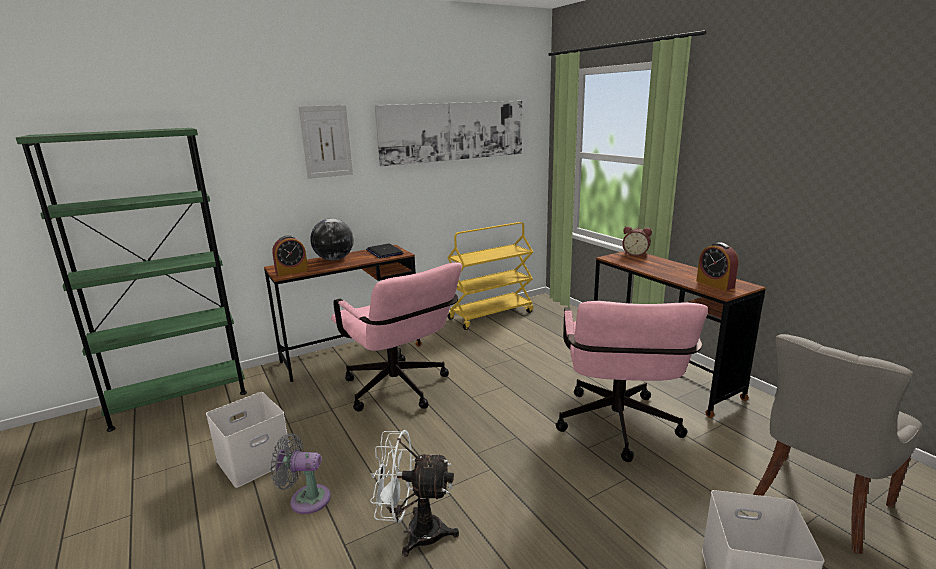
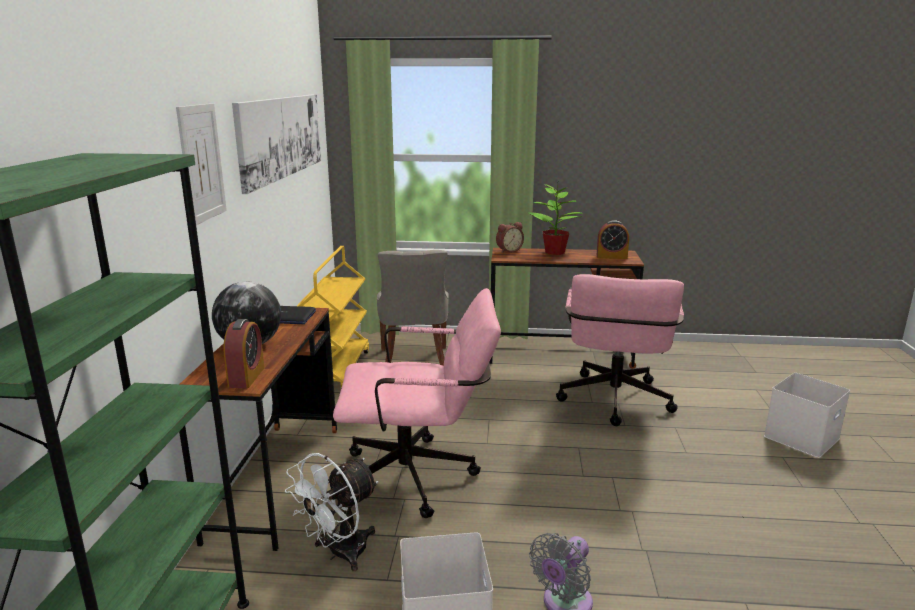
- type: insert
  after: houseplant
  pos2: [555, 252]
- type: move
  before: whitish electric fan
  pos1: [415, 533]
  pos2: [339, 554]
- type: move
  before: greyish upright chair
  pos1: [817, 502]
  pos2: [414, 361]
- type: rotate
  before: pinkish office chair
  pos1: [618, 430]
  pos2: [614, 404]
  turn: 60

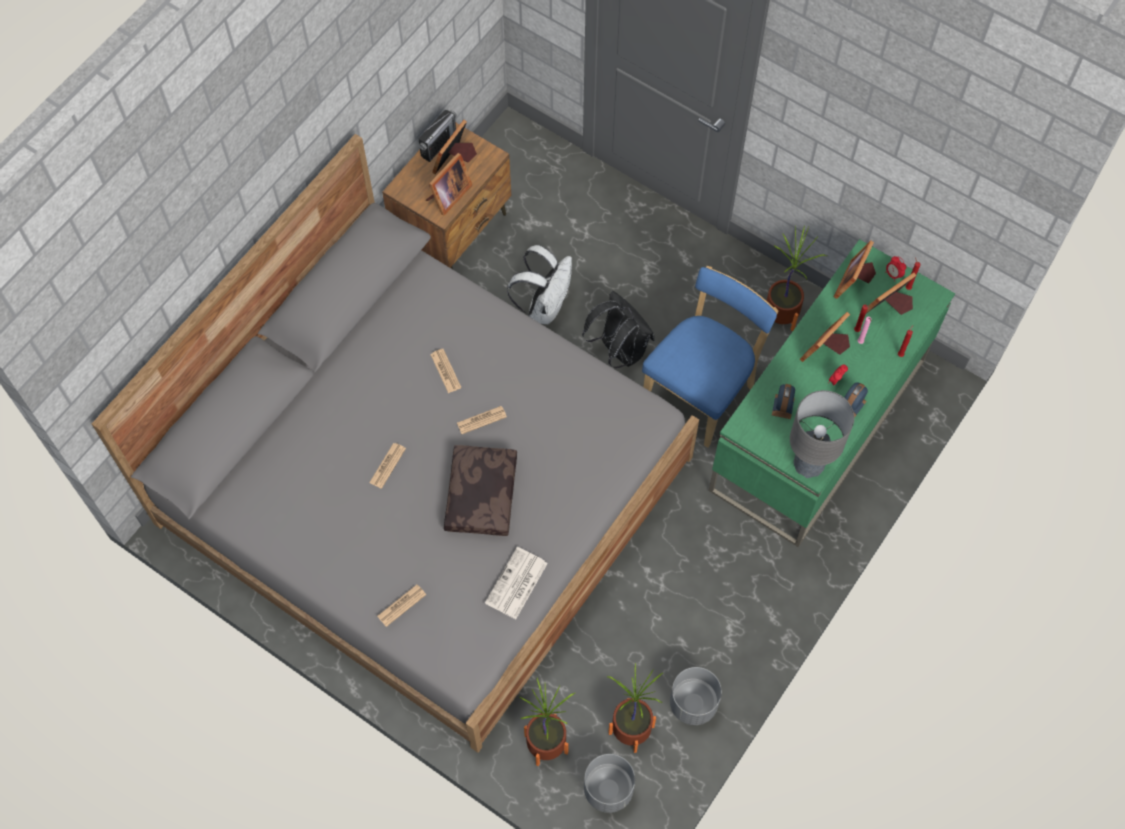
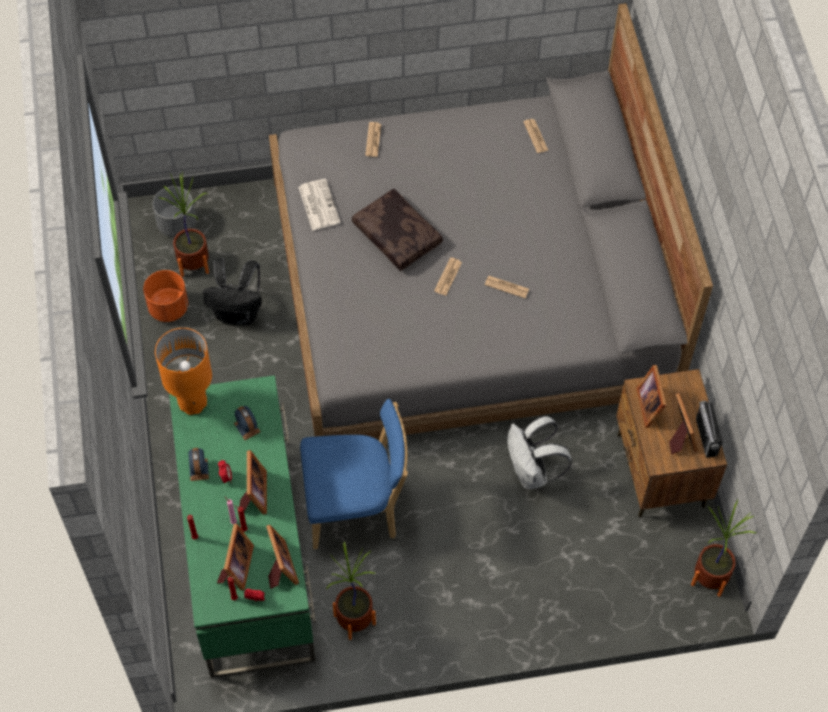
- type: move
  before: daily paper
  pos1: [387, 465]
  pos2: [535, 136]
- type: move
  before: houseplant
  pos1: [546, 744]
  pos2: [710, 578]
- type: move
  before: black-coloured knapsack
  pos1: [619, 350]
  pos2: [238, 313]
- type: recolor
  before: greyish planter
  after: orange planter
  pos1: [693, 703]
  pos2: [168, 307]
- type: recolor
  before: greyish table lamp
  after: orange table lamp
  pos1: [808, 463]
  pos2: [193, 403]
- type: rotate
  before: blue upright chair
  pos1: [702, 391]
  pos2: [356, 508]
  turn: -90

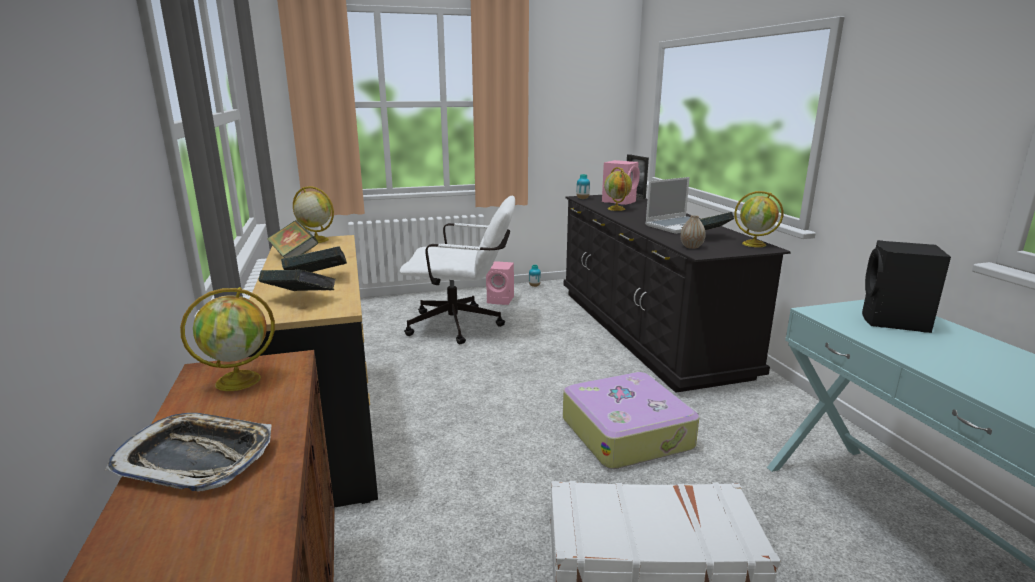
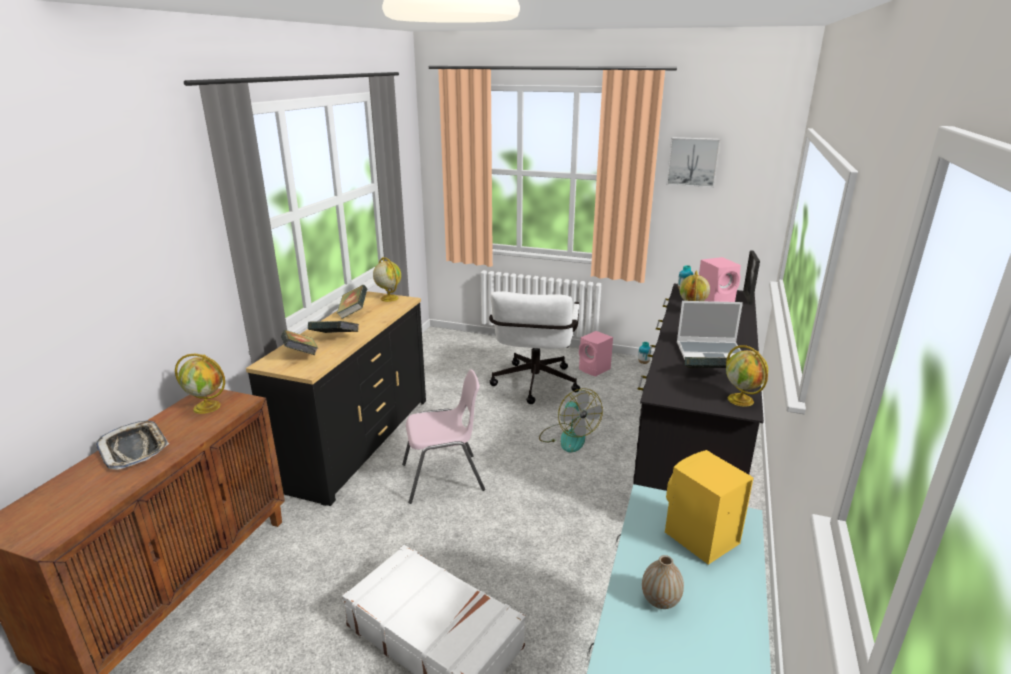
- type: delete
  before: travel case
  pos1: [627, 432]
- type: insert
  after: pinkish upright chair
  pos2: [444, 478]
- type: insert
  after: electric fan
  pos2: [568, 437]
- type: insert
  after: wall picture
  pos2: [692, 162]
- type: move
  before: flower vase
  pos1: [691, 247]
  pos2: [660, 600]
- type: recolor
  before: black-coloured speaker
  after: yellow speaker
  pos1: [894, 322]
  pos2: [699, 538]
- type: rotate
  before: whitish office chair
  pos1: [463, 326]
  pos2: [533, 386]
  turn: 60

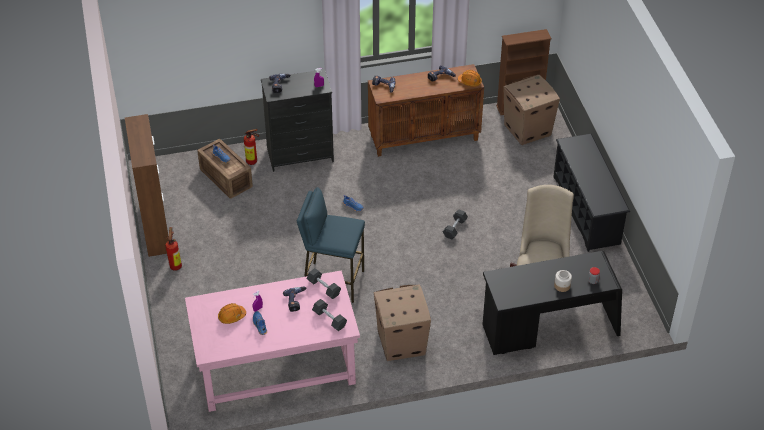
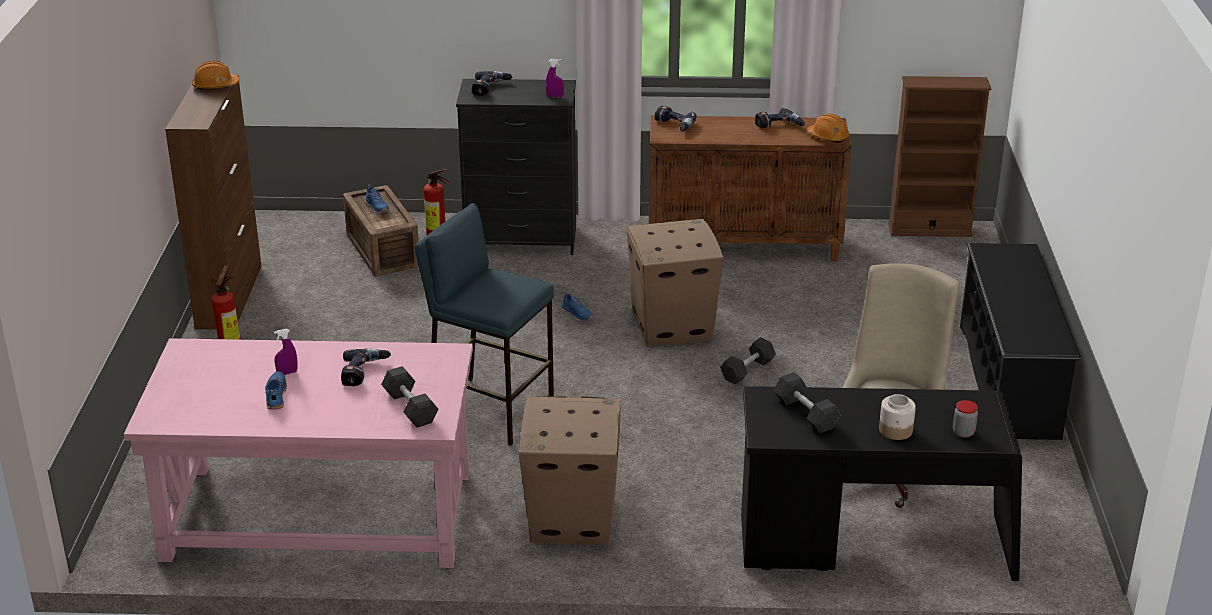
- type: move
  before: orange hard hat
  pos1: [231, 316]
  pos2: [215, 86]
- type: move
  before: black-coloured hand weight
  pos1: [324, 288]
  pos2: [805, 414]
- type: move
  before: packing box
  pos1: [527, 130]
  pos2: [670, 326]

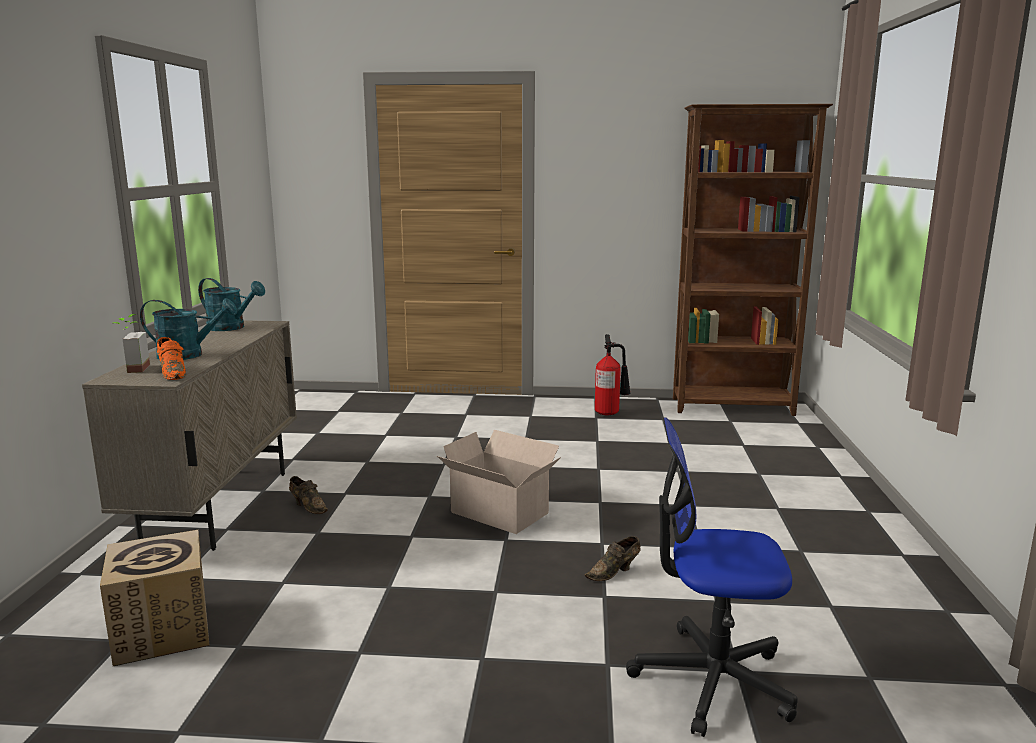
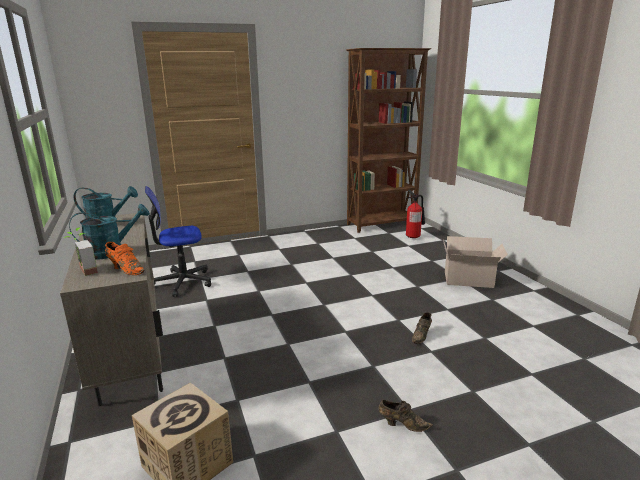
- type: move
  before: brown low shoe
  pos1: [308, 507]
  pos2: [402, 424]
- type: move
  before: packing box
  pos1: [501, 514]
  pos2: [470, 280]
- type: move
  before: fire-fighting cylinder
  pos1: [610, 413]
  pos2: [414, 236]
- type: move
  before: office chair
  pos1: [711, 680]
  pos2: [182, 282]

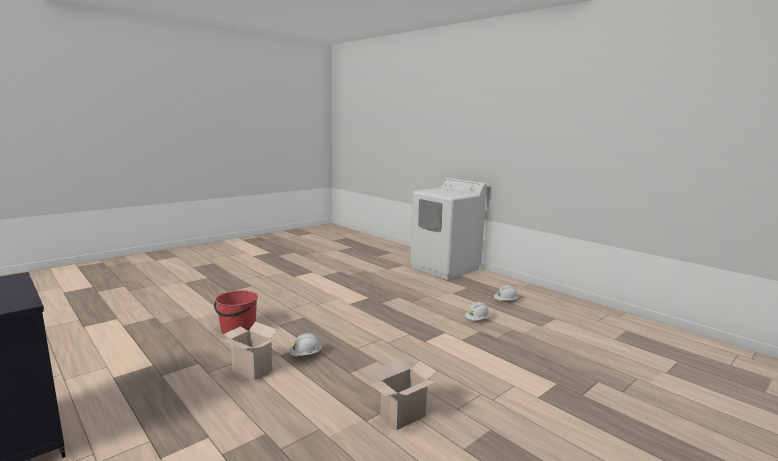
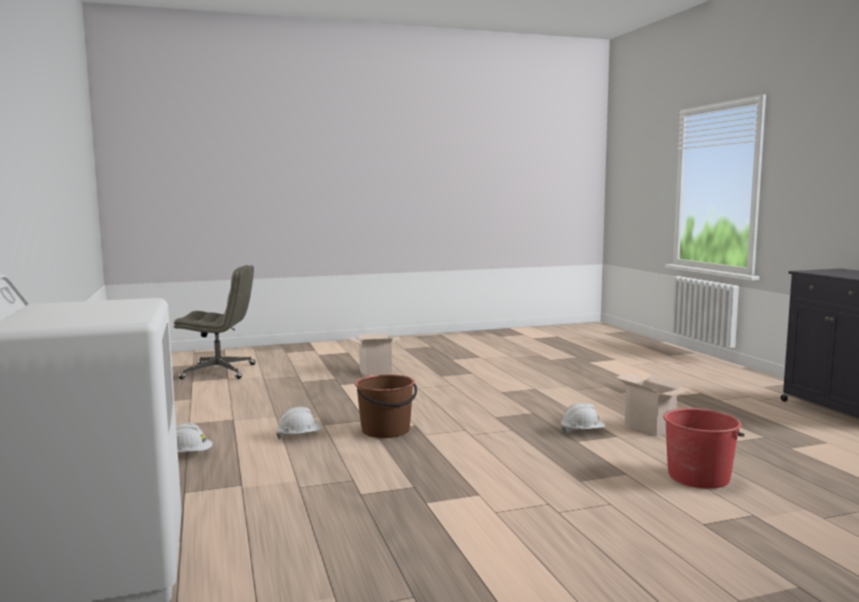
- type: insert
  after: greyish office chair
  pos2: [220, 371]
- type: insert
  after: brown bucket
  pos2: [386, 430]
- type: move
  before: packing box
  pos1: [402, 417]
  pos2: [376, 371]

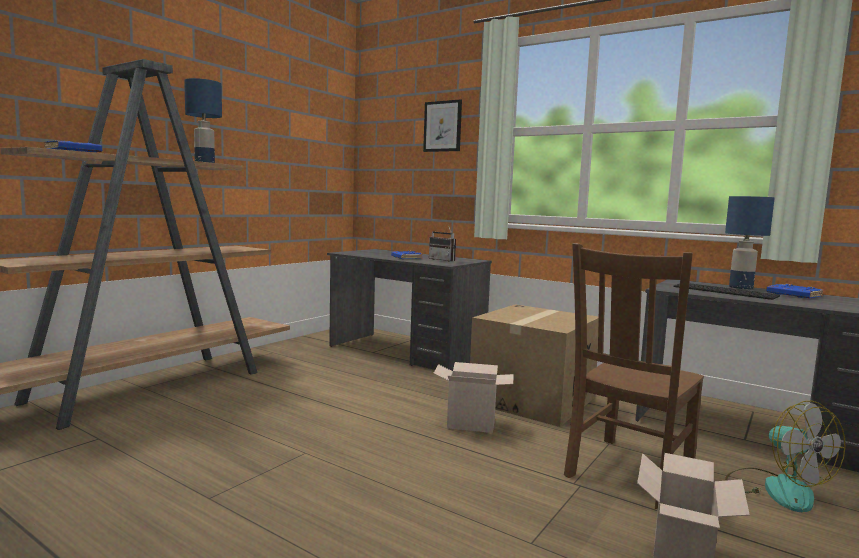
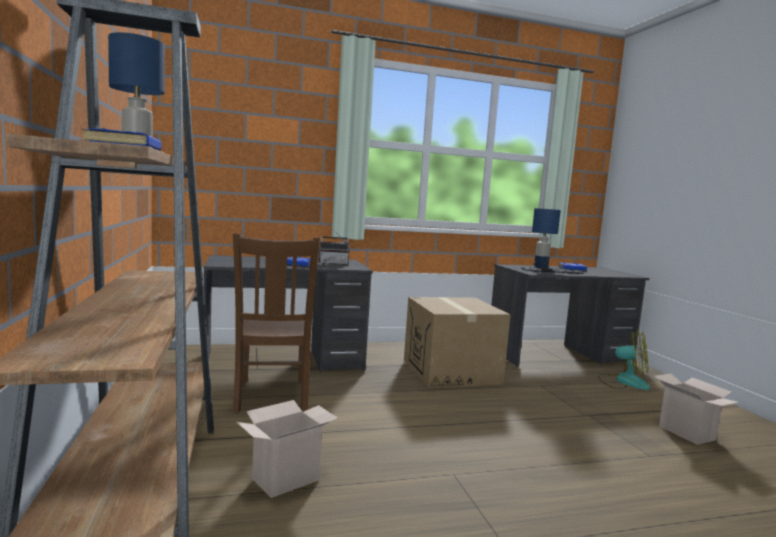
- type: delete
  before: wall picture
  pos1: [442, 126]
- type: move
  before: packing box
  pos1: [472, 423]
  pos2: [286, 478]
- type: move
  before: brown upright chair
  pos1: [628, 472]
  pos2: [271, 396]

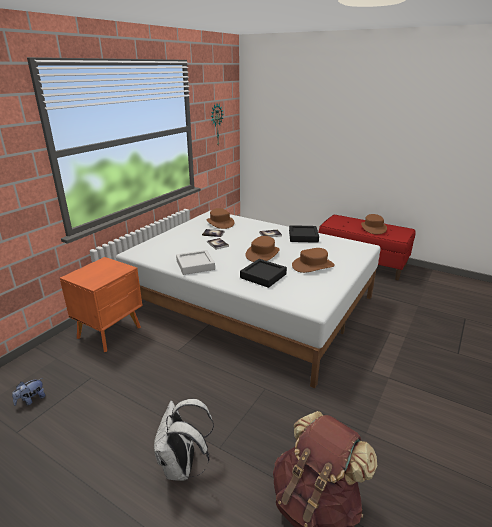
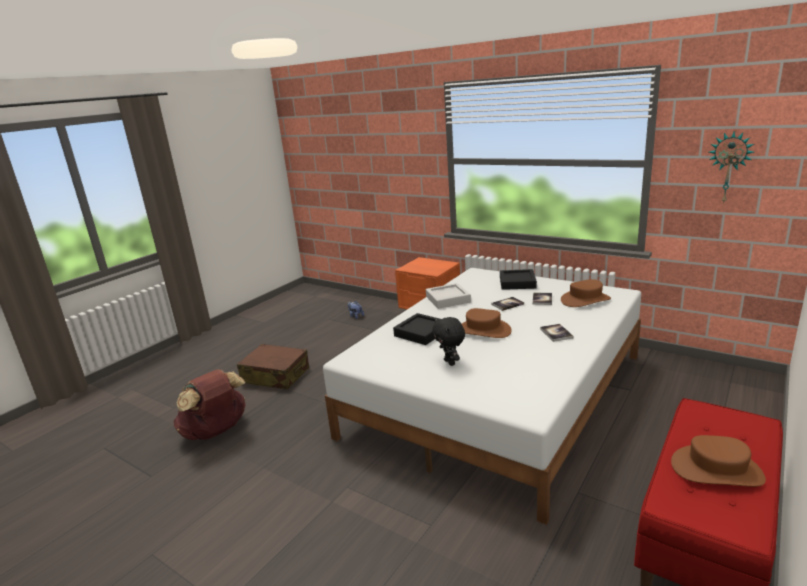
- type: move
  before: black-coloured carrying tray
  pos1: [303, 236]
  pos2: [517, 283]
- type: replace
  before: whitish knapsack
  after: brown travel case
  pos1: [182, 466]
  pos2: [275, 375]
- type: replace
  before: brown wearable hat
  after: black-coloured soft toy
  pos1: [313, 265]
  pos2: [450, 362]

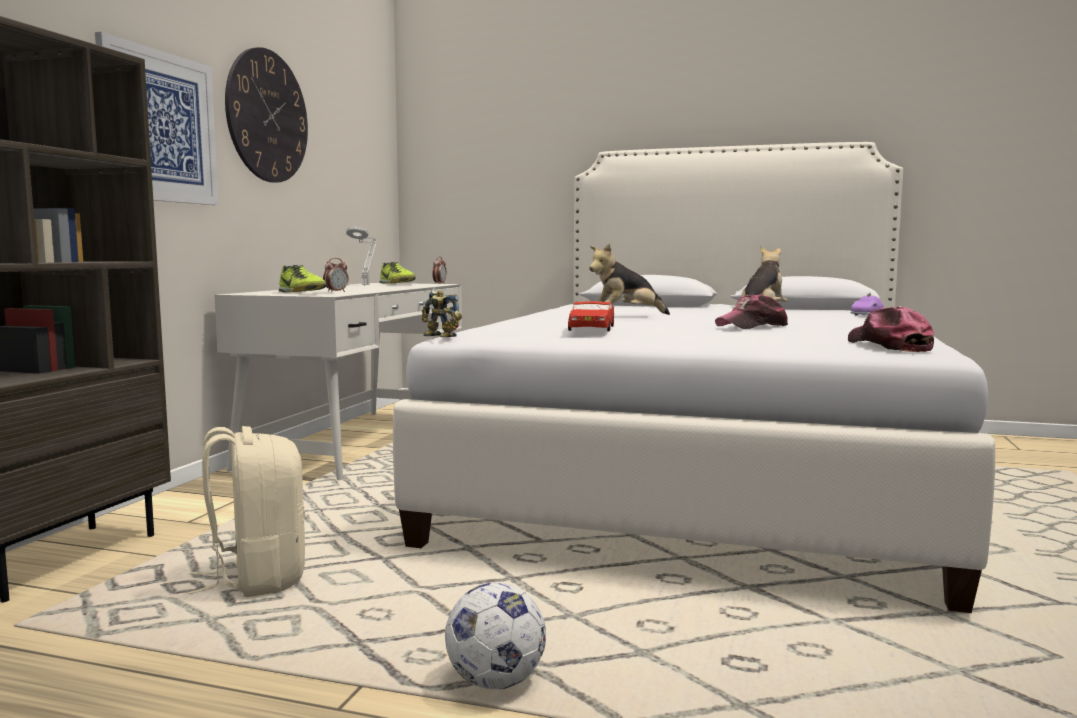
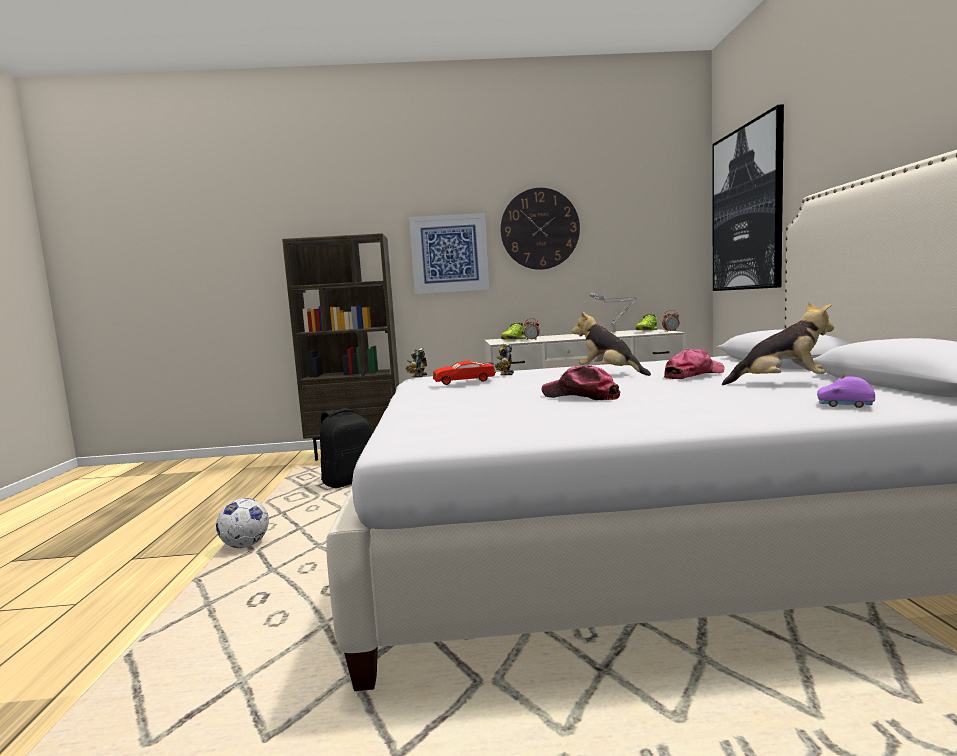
- type: insert
  after: toy robot
  pos2: [505, 374]
- type: insert
  after: wall picture
  pos2: [746, 209]
- type: move
  before: peaked cap
  pos1: [888, 345]
  pos2: [693, 374]
- type: recolor
  before: beige knapsack
  after: black-coloured knapsack
  pos1: [257, 578]
  pos2: [349, 481]

